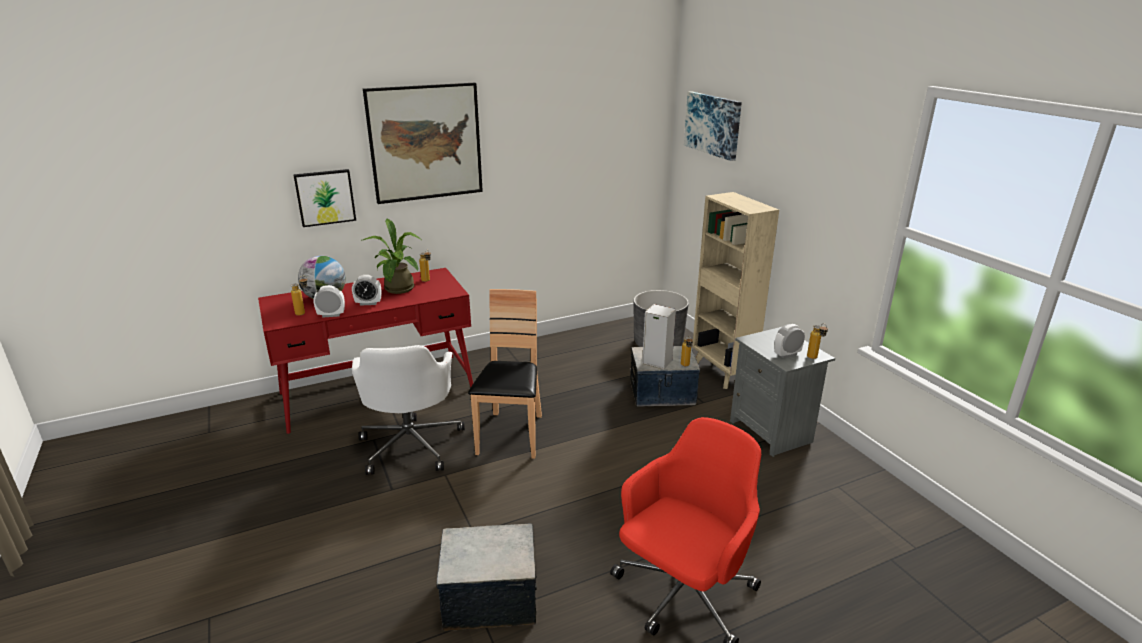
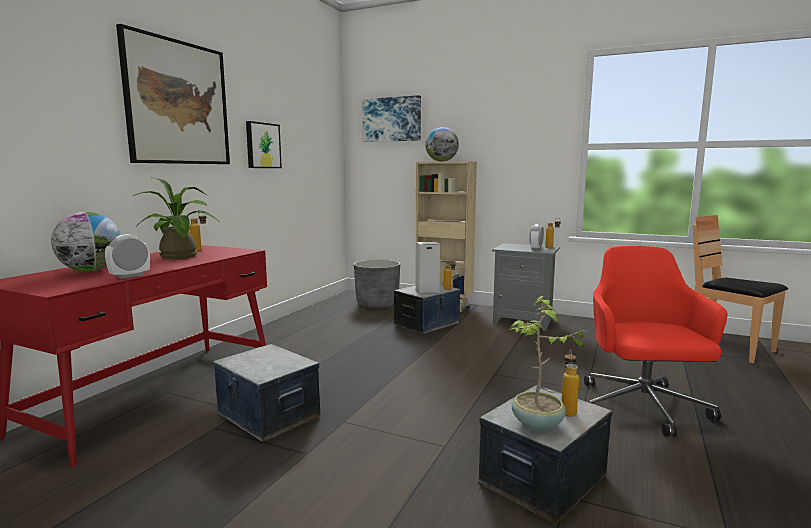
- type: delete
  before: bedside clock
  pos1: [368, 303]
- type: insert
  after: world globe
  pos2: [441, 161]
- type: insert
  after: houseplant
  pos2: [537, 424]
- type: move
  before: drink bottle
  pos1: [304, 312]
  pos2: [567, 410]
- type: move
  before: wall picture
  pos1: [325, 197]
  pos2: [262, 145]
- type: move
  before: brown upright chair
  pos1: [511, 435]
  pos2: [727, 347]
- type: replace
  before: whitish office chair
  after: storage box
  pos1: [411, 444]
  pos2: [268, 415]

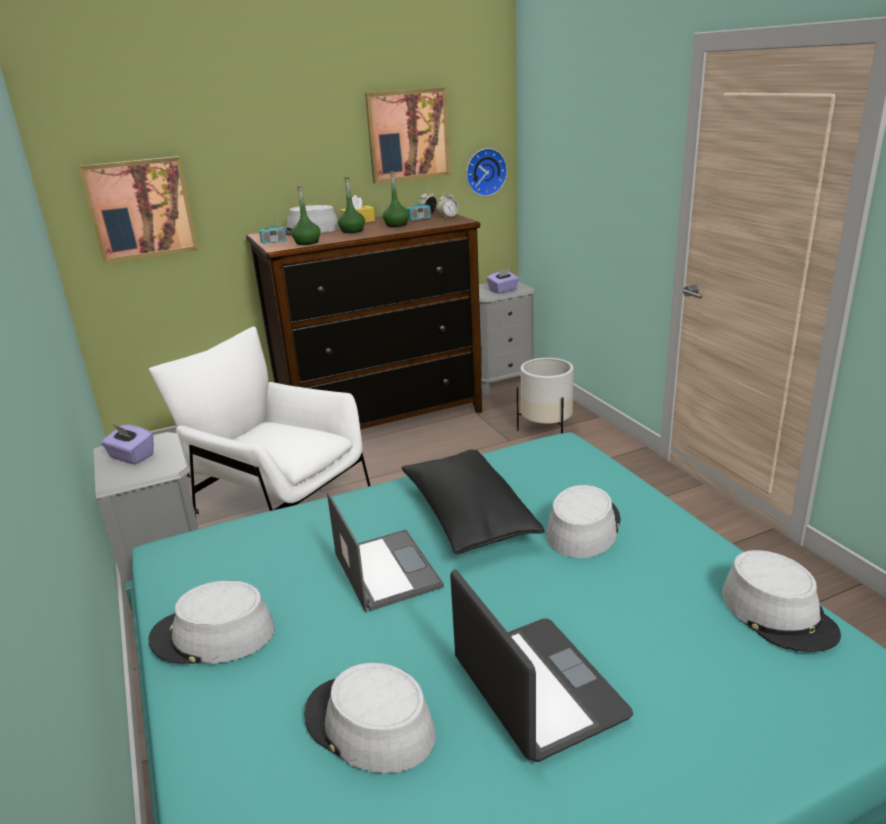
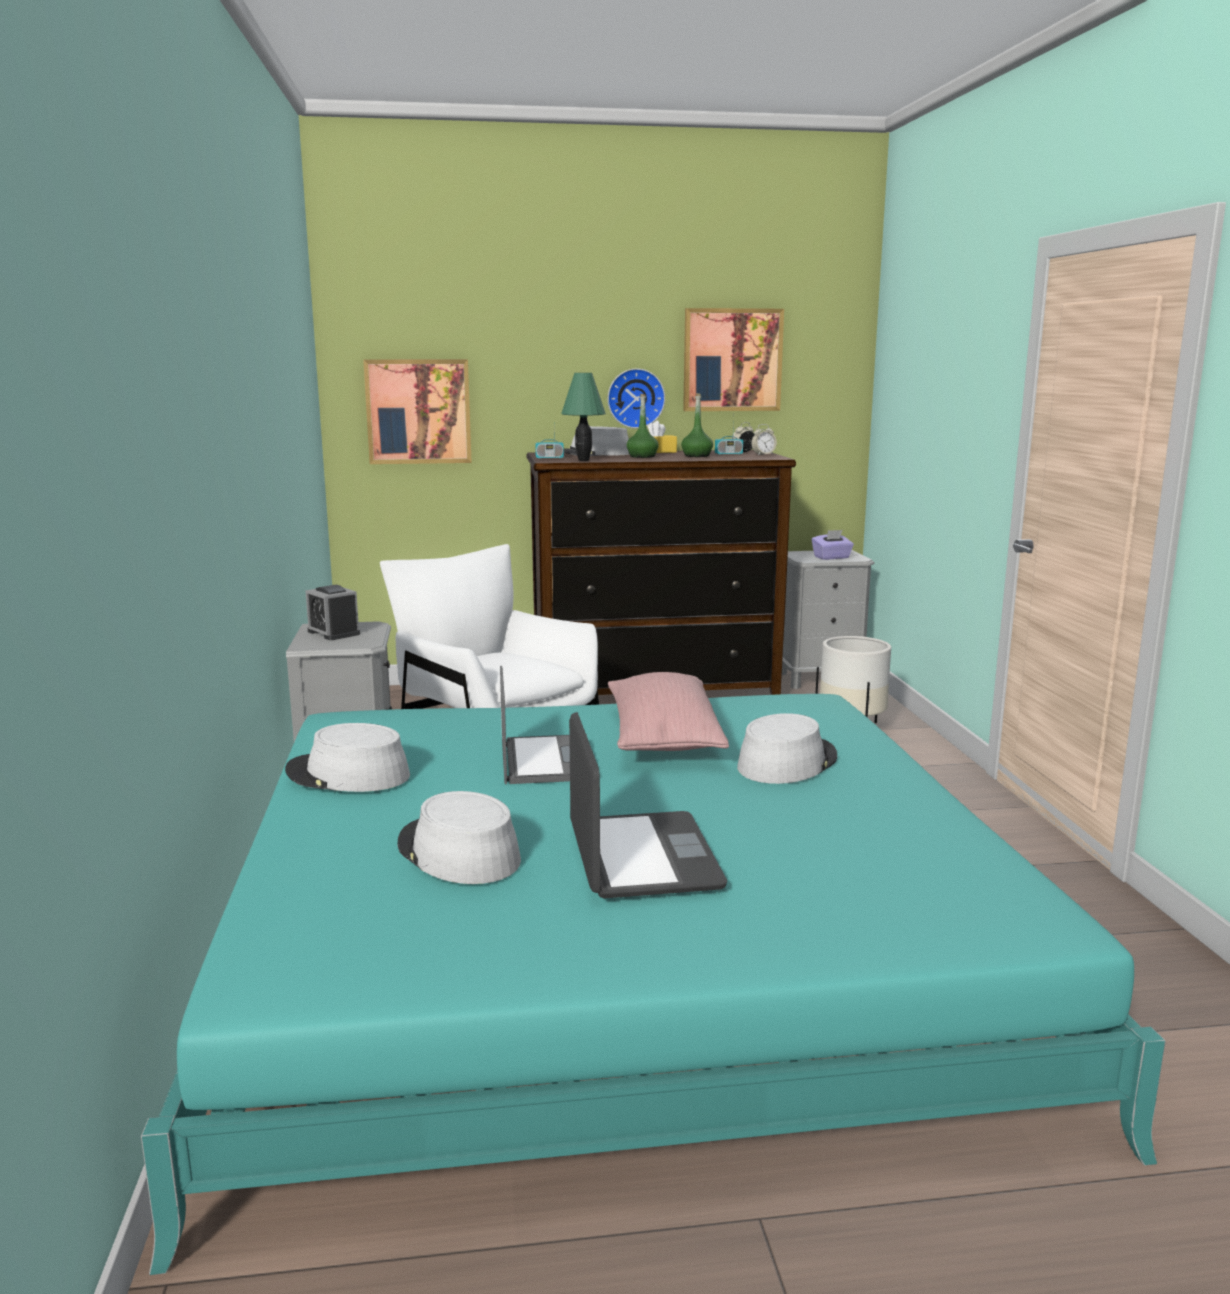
- type: delete
  before: greyish wearable hat
  pos1: [778, 613]
- type: move
  before: wall clock
  pos1: [485, 172]
  pos2: [635, 398]
- type: replace
  before: purple-coloured box of tissues
  after: bedside clock
  pos1: [131, 457]
  pos2: [333, 633]
- type: replace
  before: green-coloured drink bottle
  after: green-coloured table lamp
  pos1: [307, 242]
  pos2: [584, 460]
- type: recolor
  before: black-coloured cushion
  after: pinkish cushion
  pos1: [468, 517]
  pos2: [663, 739]

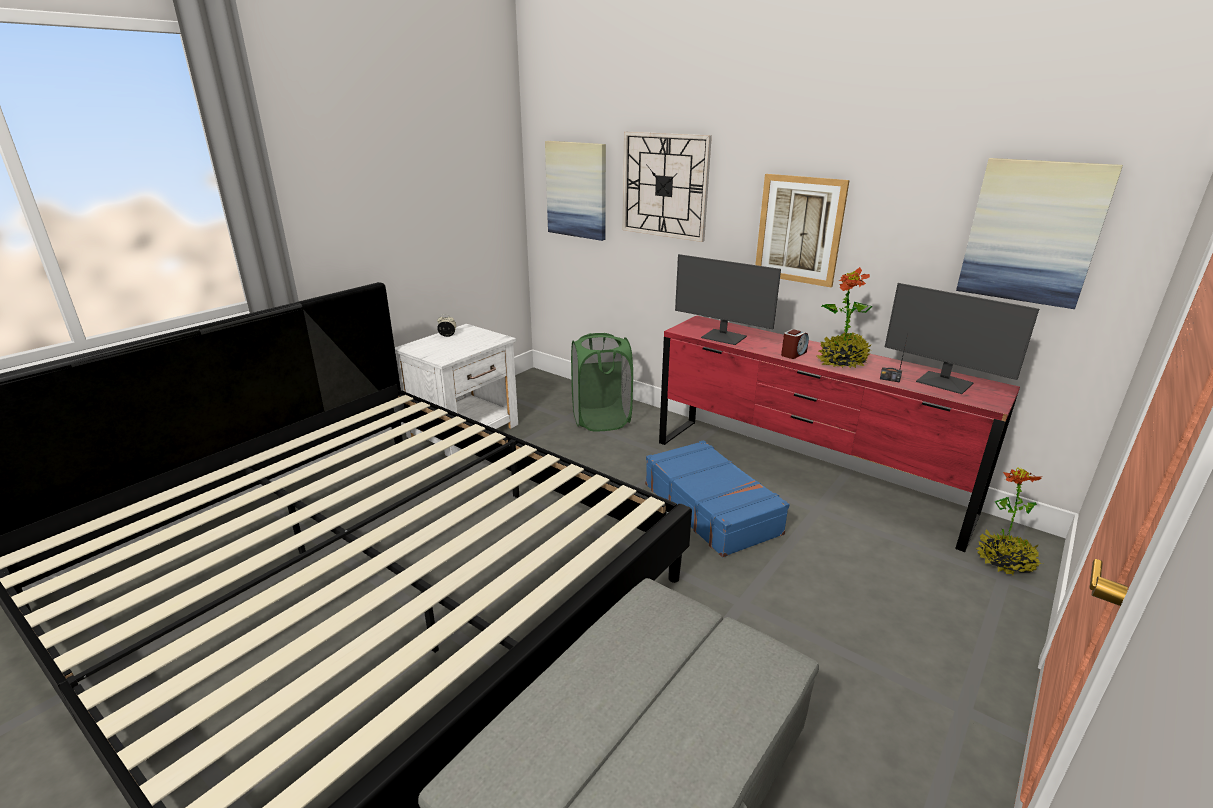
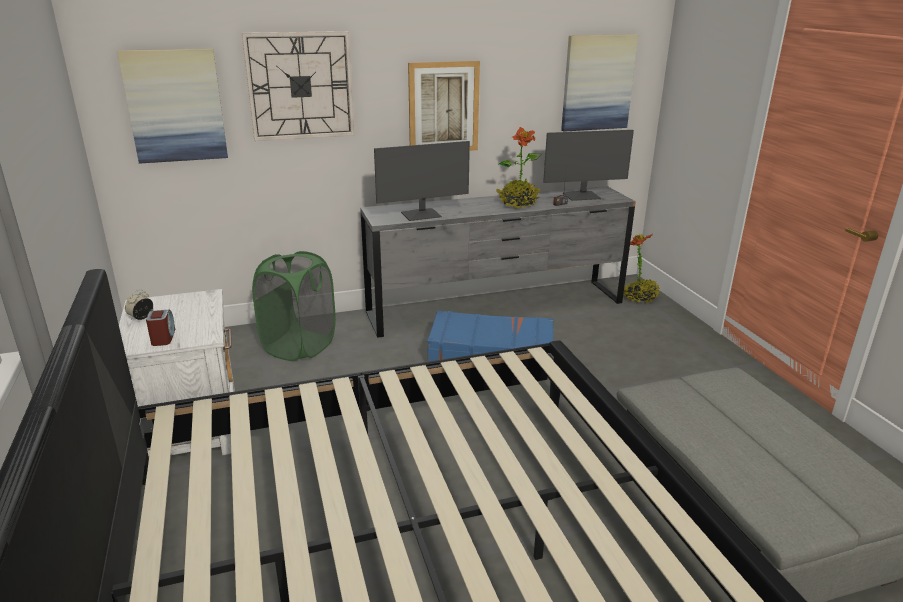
- type: move
  before: bedside clock
  pos1: [793, 354]
  pos2: [163, 337]
- type: recolor
  before: red dresser
  after: greyish dresser
  pos1: [804, 476]
  pos2: [496, 307]

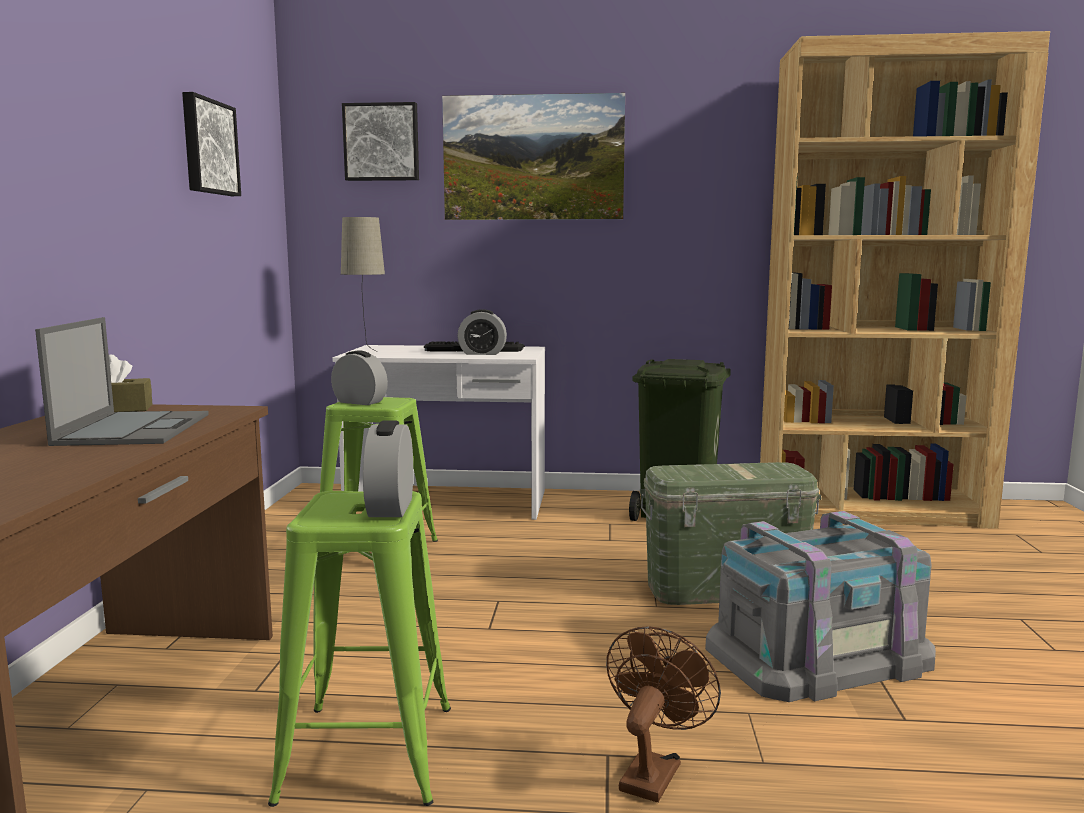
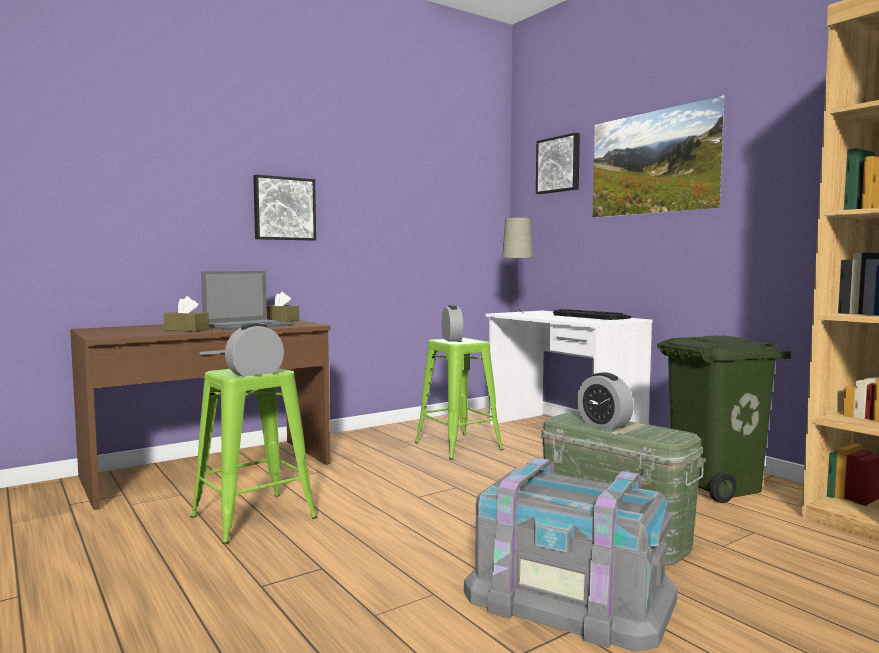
- type: delete
  before: brown electric fan
  pos1: [653, 771]
- type: insert
  after: brown box of tissues
  pos2: [186, 329]
- type: move
  before: wall picture
  pos1: [208, 147]
  pos2: [284, 209]
- type: move
  before: bedside clock
  pos1: [482, 353]
  pos2: [604, 424]

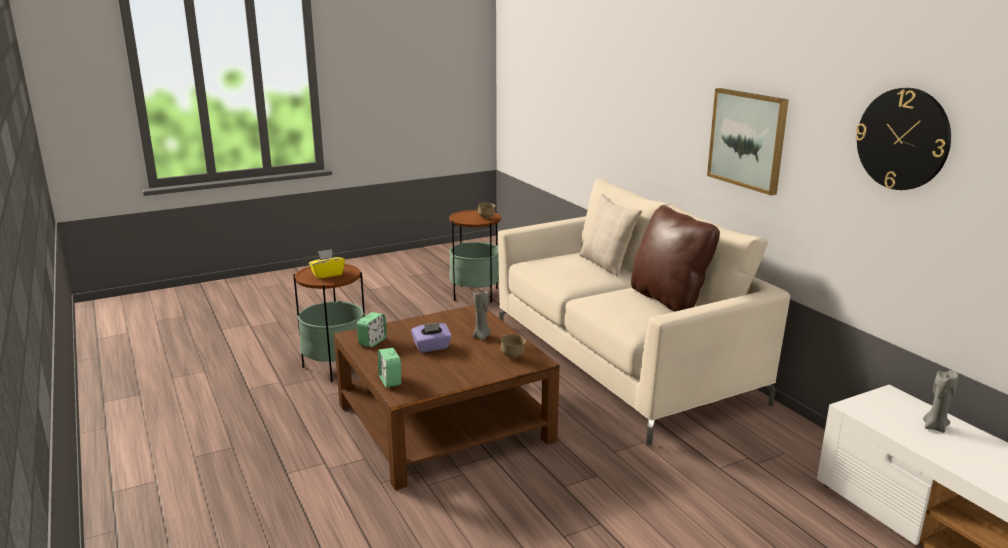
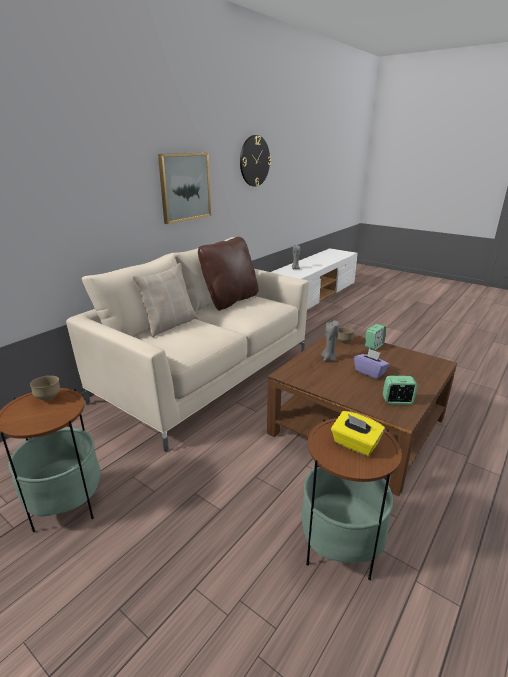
- type: move
  before: bedside clock
  pos1: [390, 381]
  pos2: [374, 346]

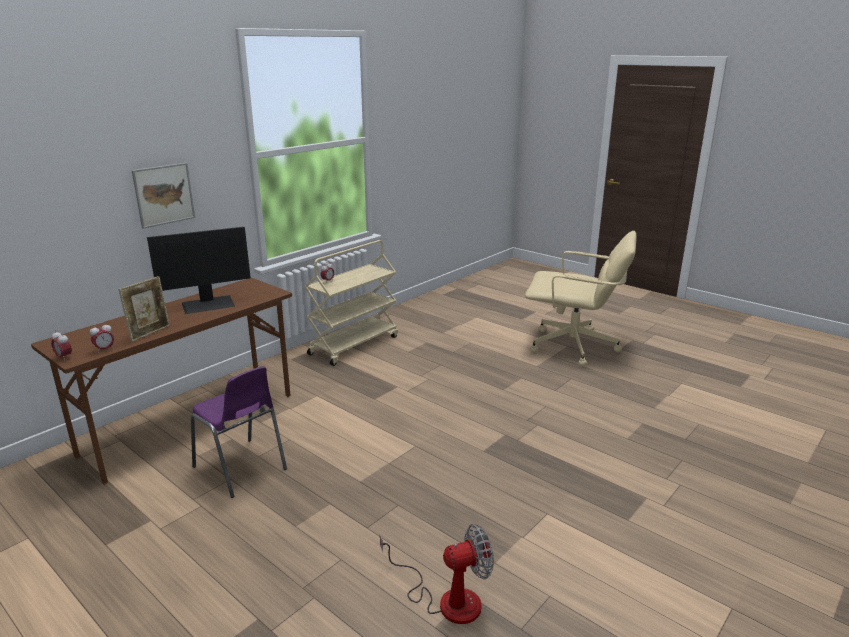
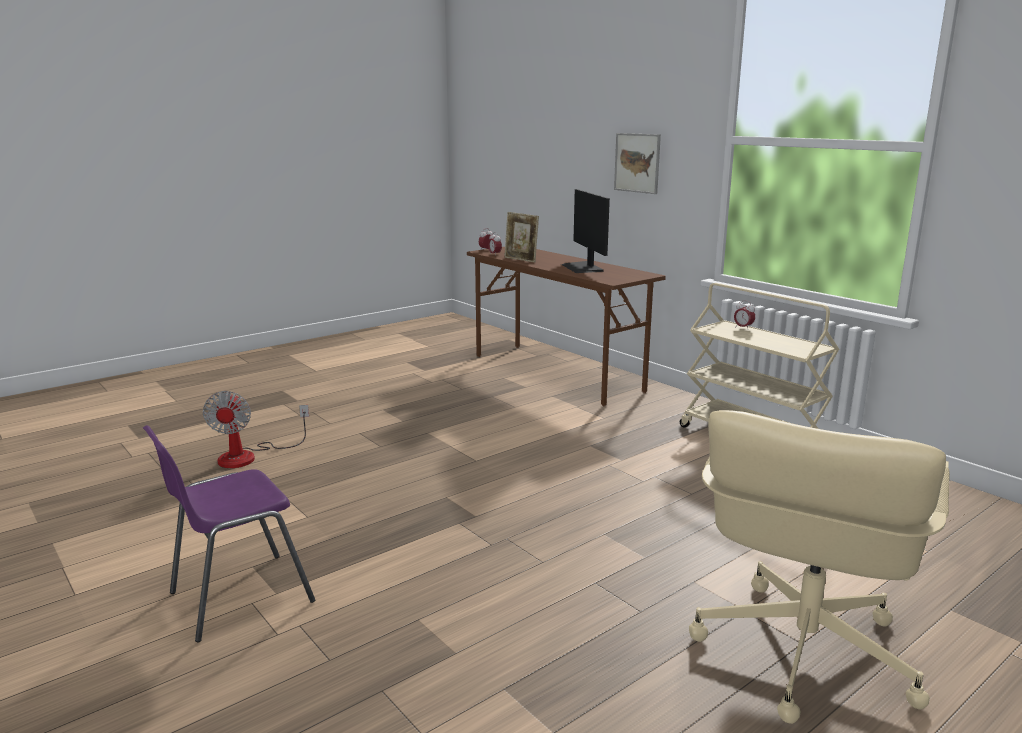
- type: move
  before: purple-coloured upright chair
  pos1: [241, 469]
  pos2: [237, 597]

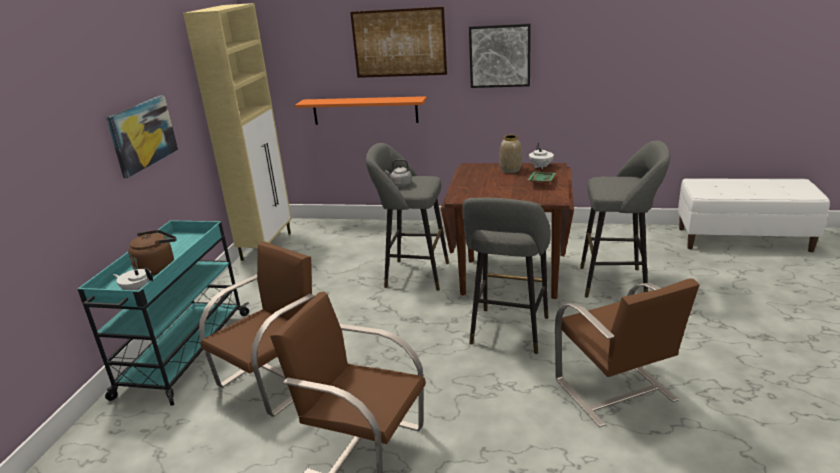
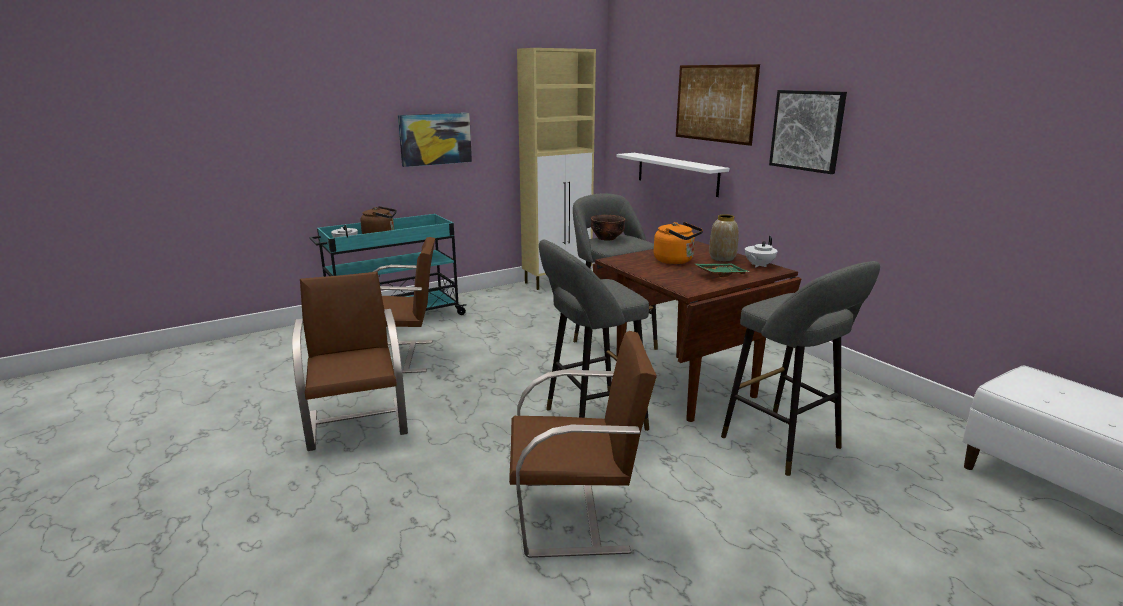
- type: insert
  after: orange tea kettle
  pos2: [676, 261]
- type: replace
  before: greyish tea kettle
  after: brown deep dish
  pos1: [400, 184]
  pos2: [607, 238]
- type: recolor
  before: orange wall shelf
  after: whitish wall shelf
  pos1: [364, 110]
  pos2: [677, 173]
- type: rotate
  before: brown upright chair
  pos1: [615, 391]
  pos2: [576, 515]
  turn: -120

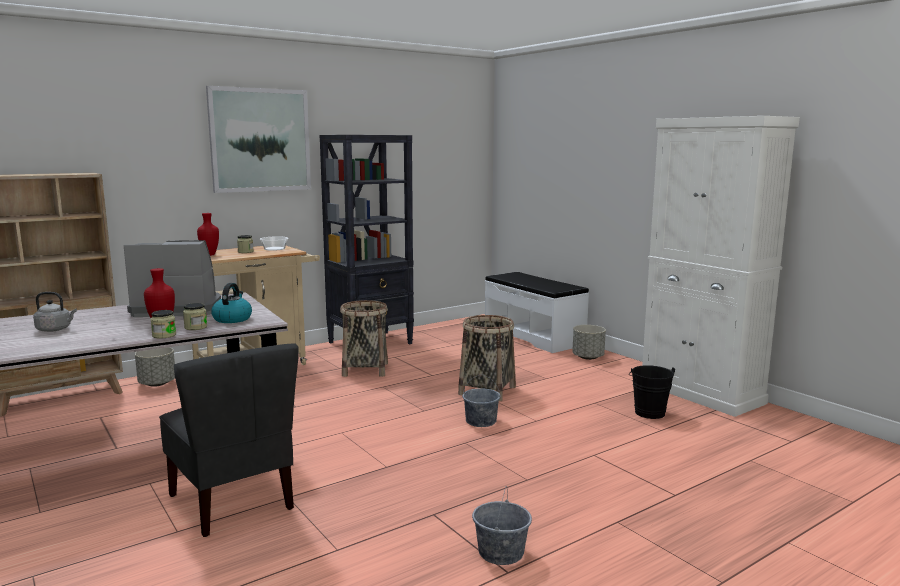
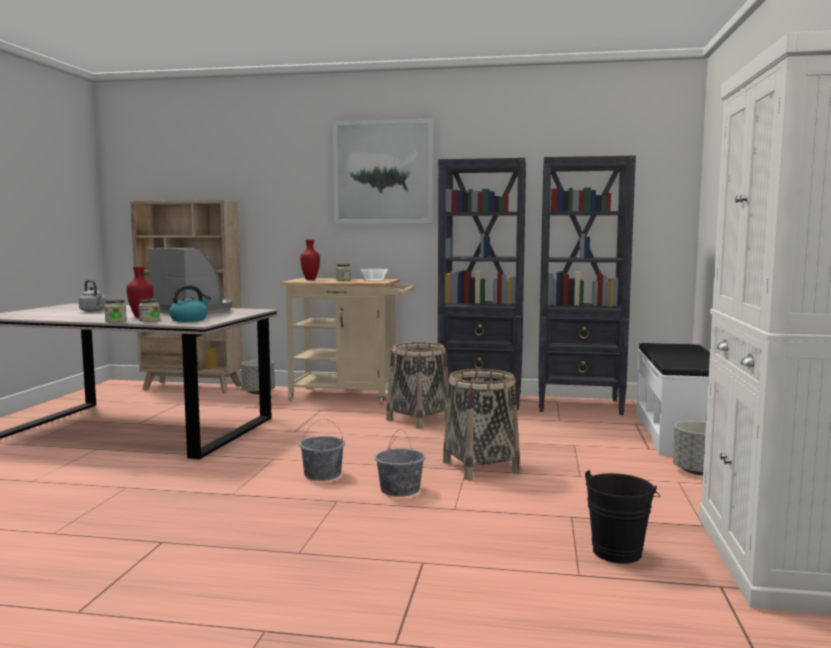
- type: delete
  before: greyish upright chair
  pos1: [233, 501]
- type: insert
  after: black-coloured bookcase
  pos2: [580, 406]
- type: move
  before: greyish bucket
  pos1: [501, 552]
  pos2: [323, 474]

